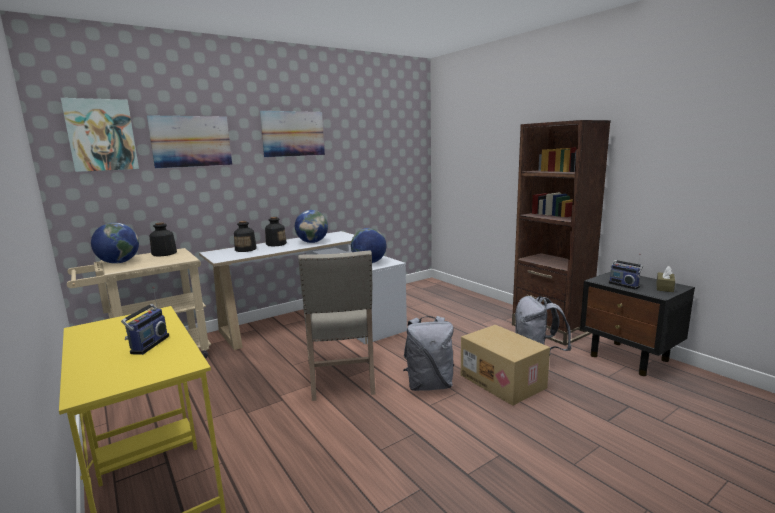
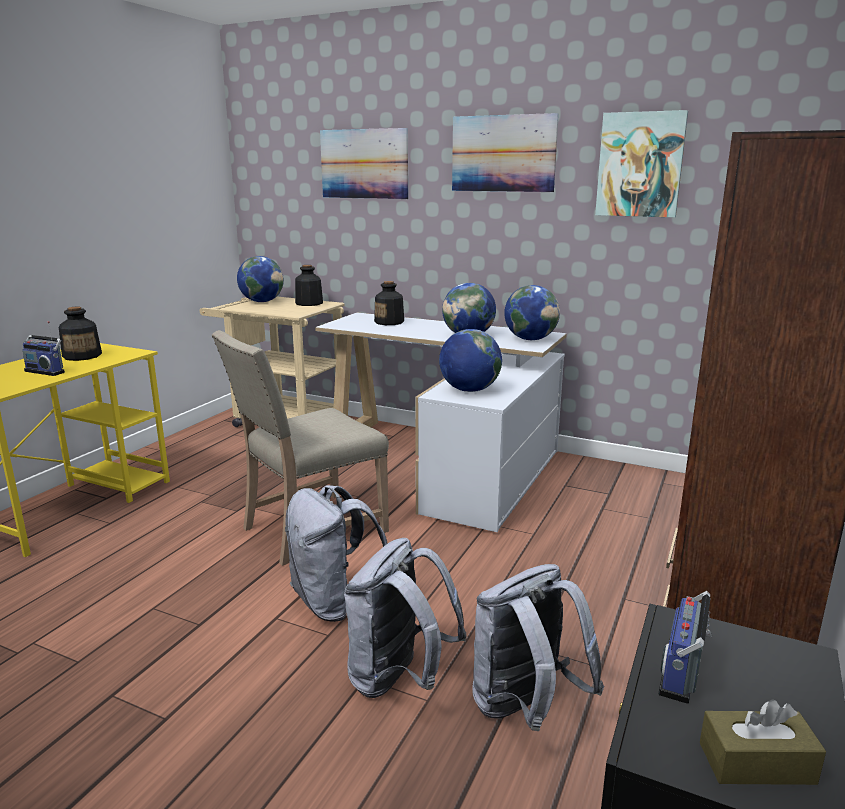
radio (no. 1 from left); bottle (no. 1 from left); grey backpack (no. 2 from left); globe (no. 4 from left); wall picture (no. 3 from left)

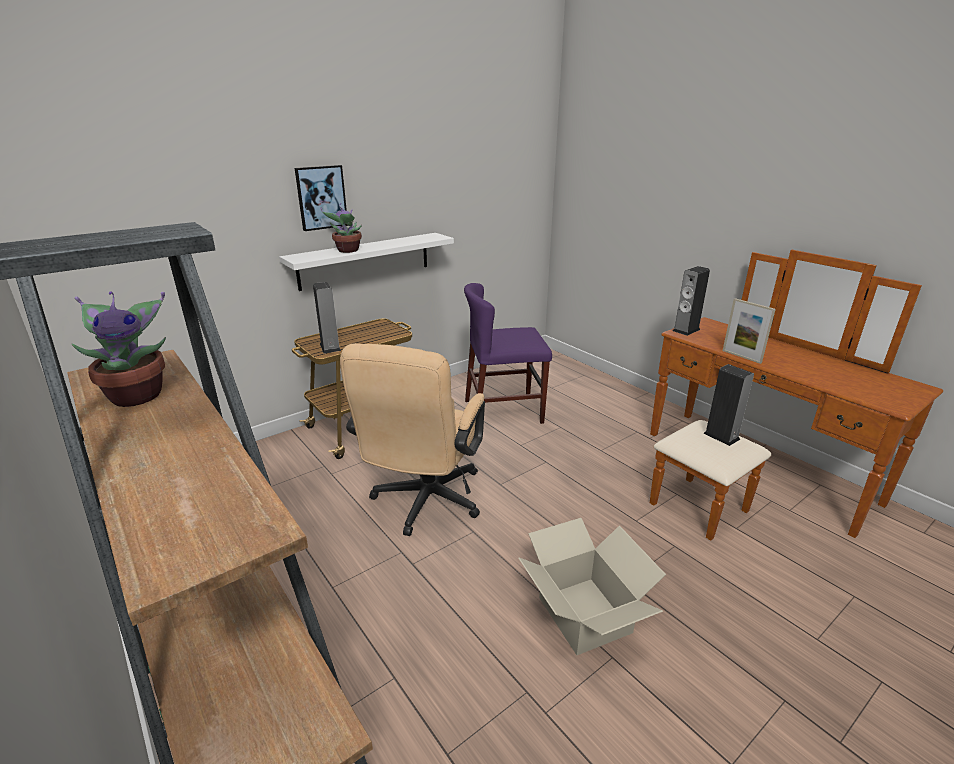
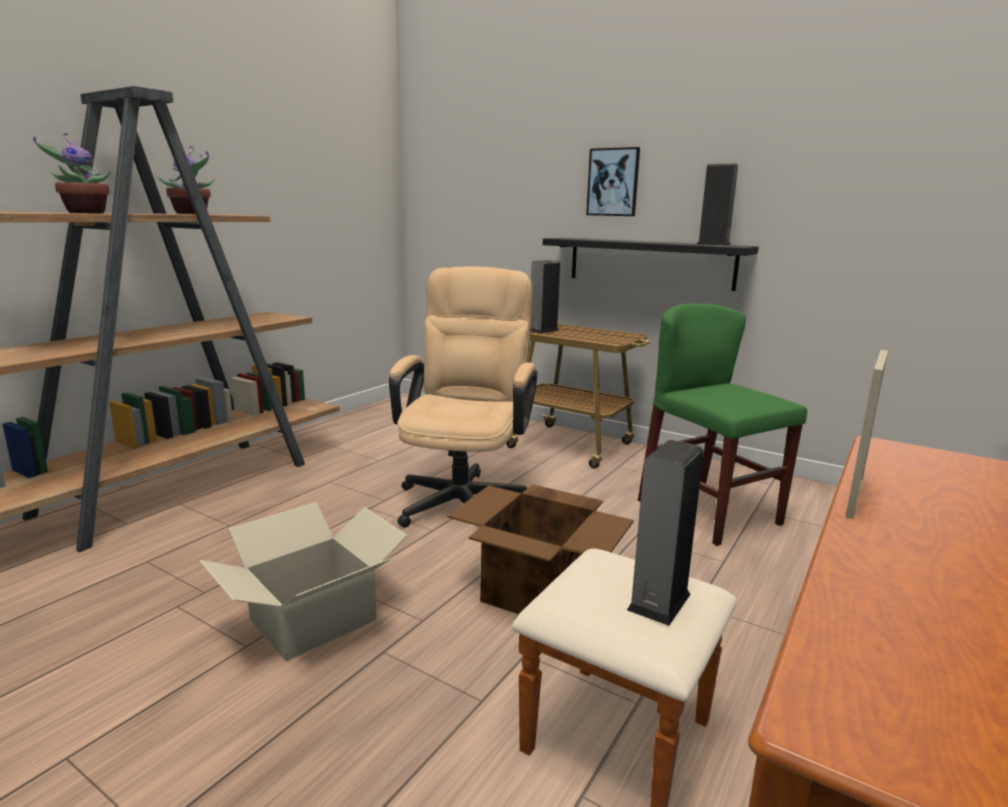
plant in a pot (no. 1 from left); sand-coloured office chair; carton (no. 2 from left); black-coloured shelf; greenish chair; audio speaker (no. 3 from left)

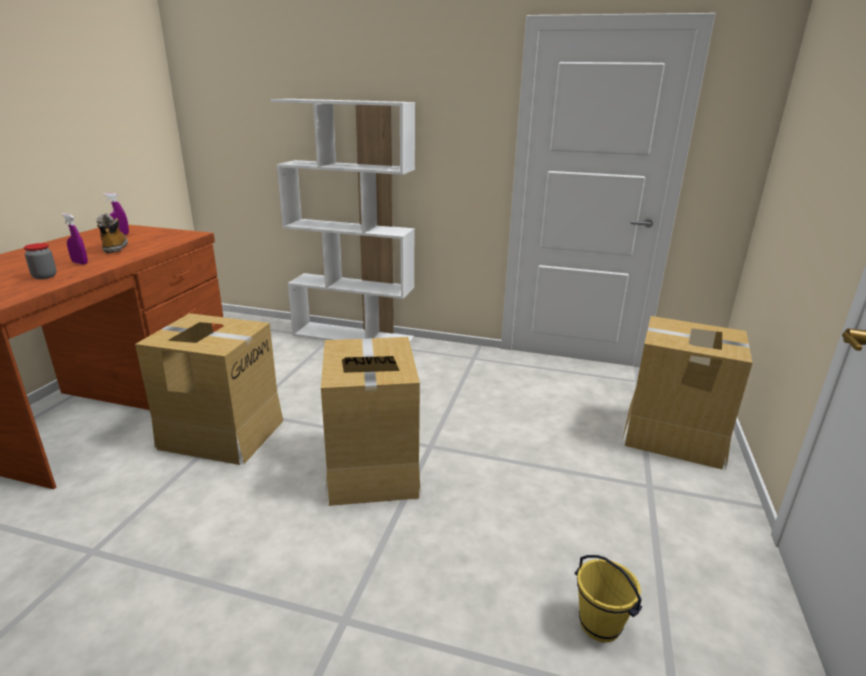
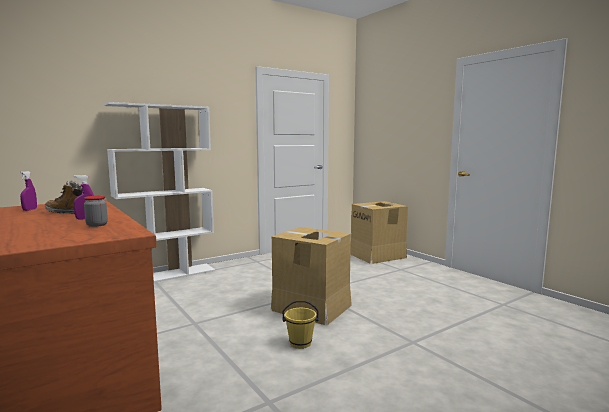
yellow-coloured water bucket; carton (no. 1 from left in the first image)

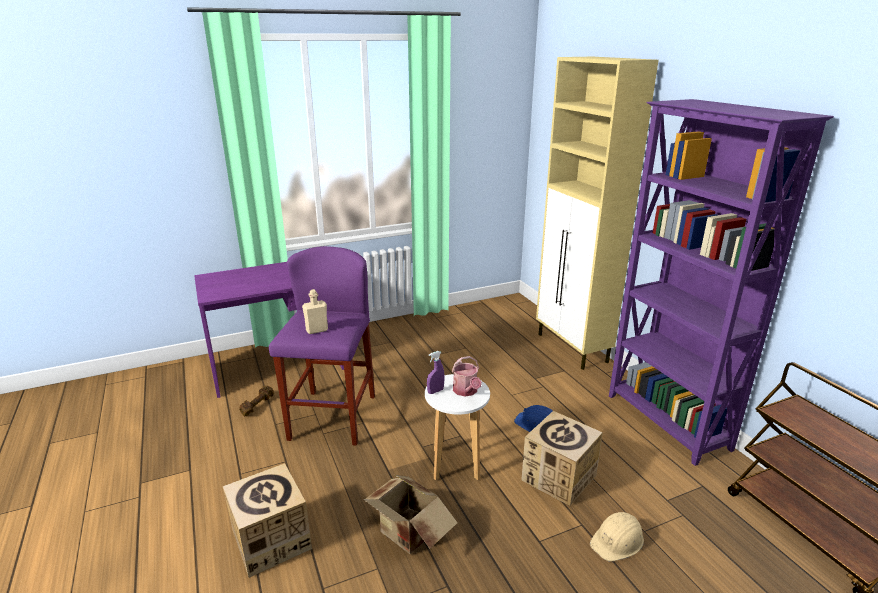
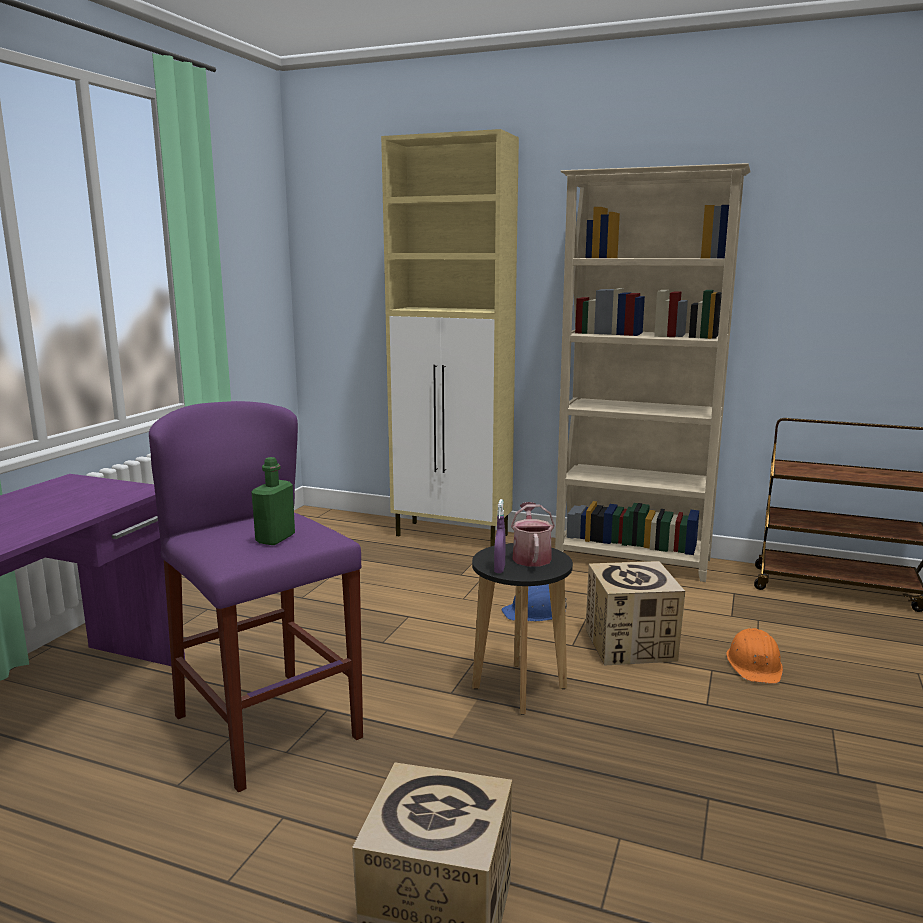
greenish bottle; black-coloured stool seat; sprinkling can; sand-coloured shelving unit; orange work helmet; brown-coloured hand weight; carton (no. 2 from left in the first image)

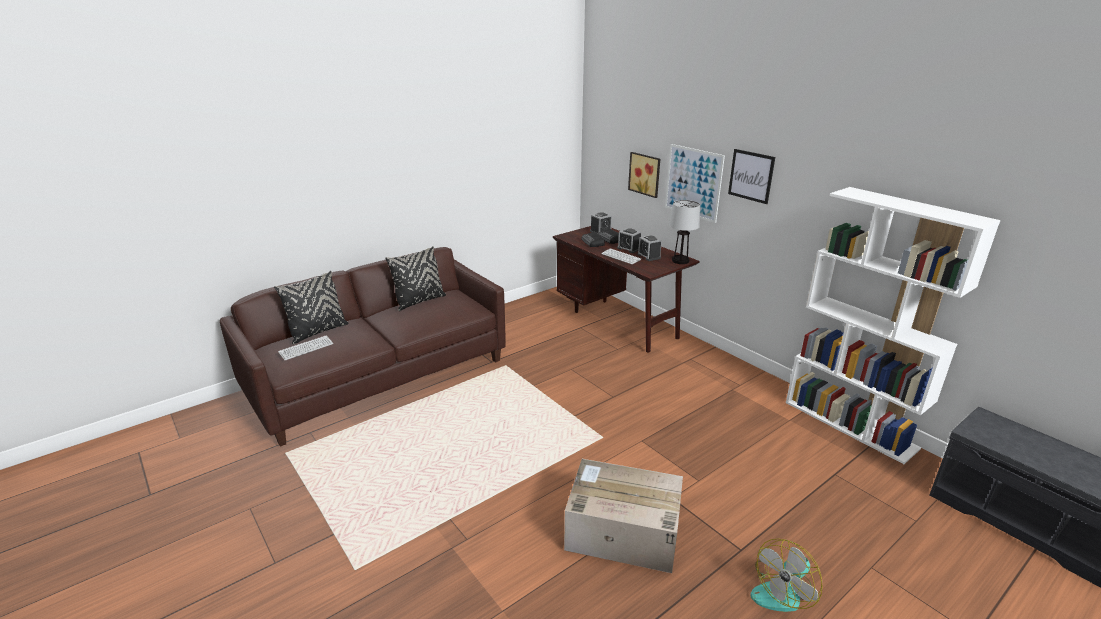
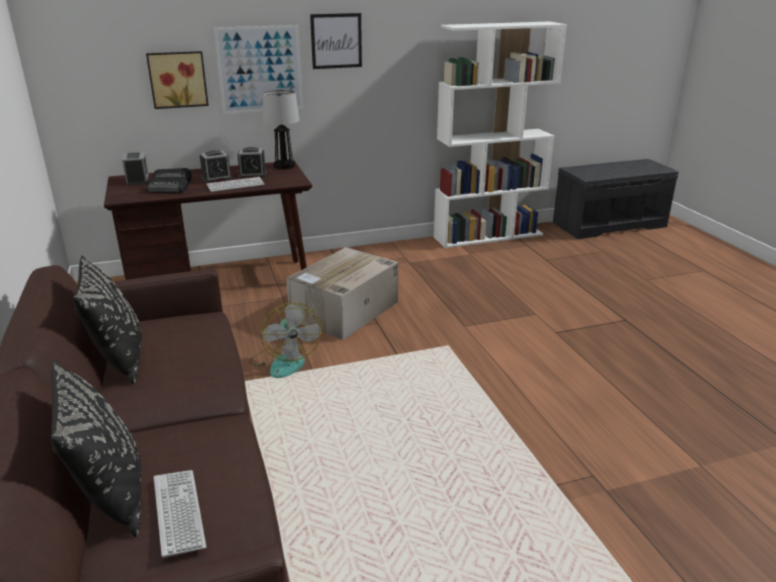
electric fan; carton

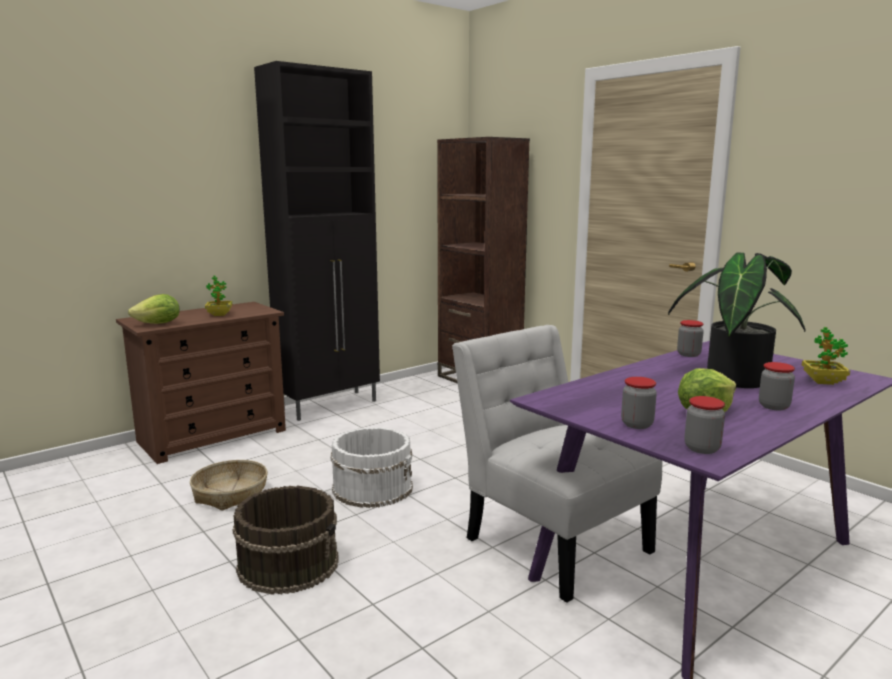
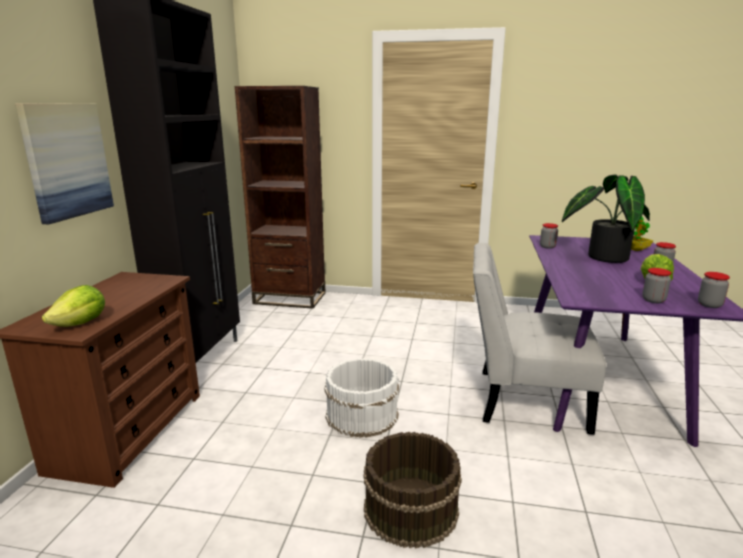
wall picture; basket; plant in a pot (no. 1 from left in the first image)

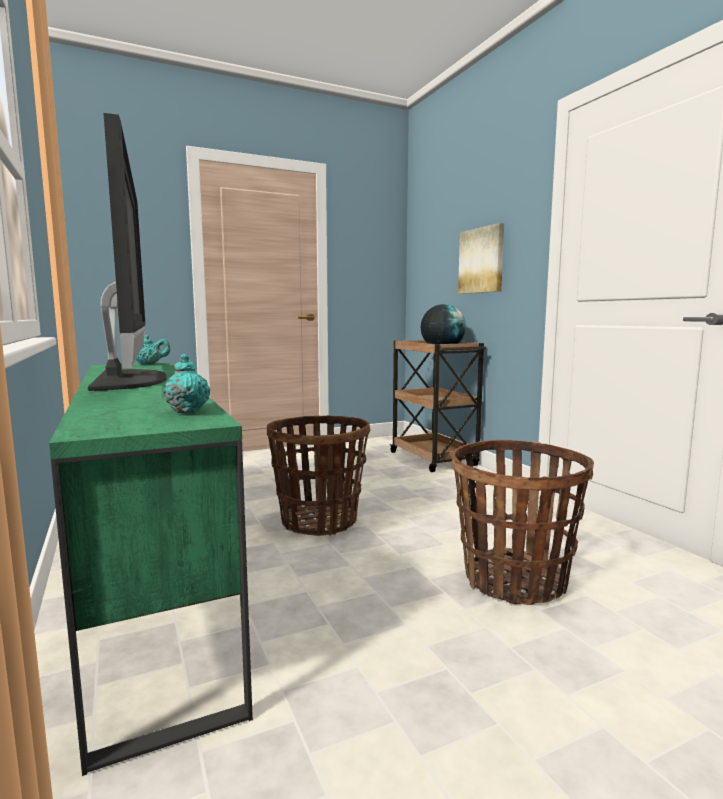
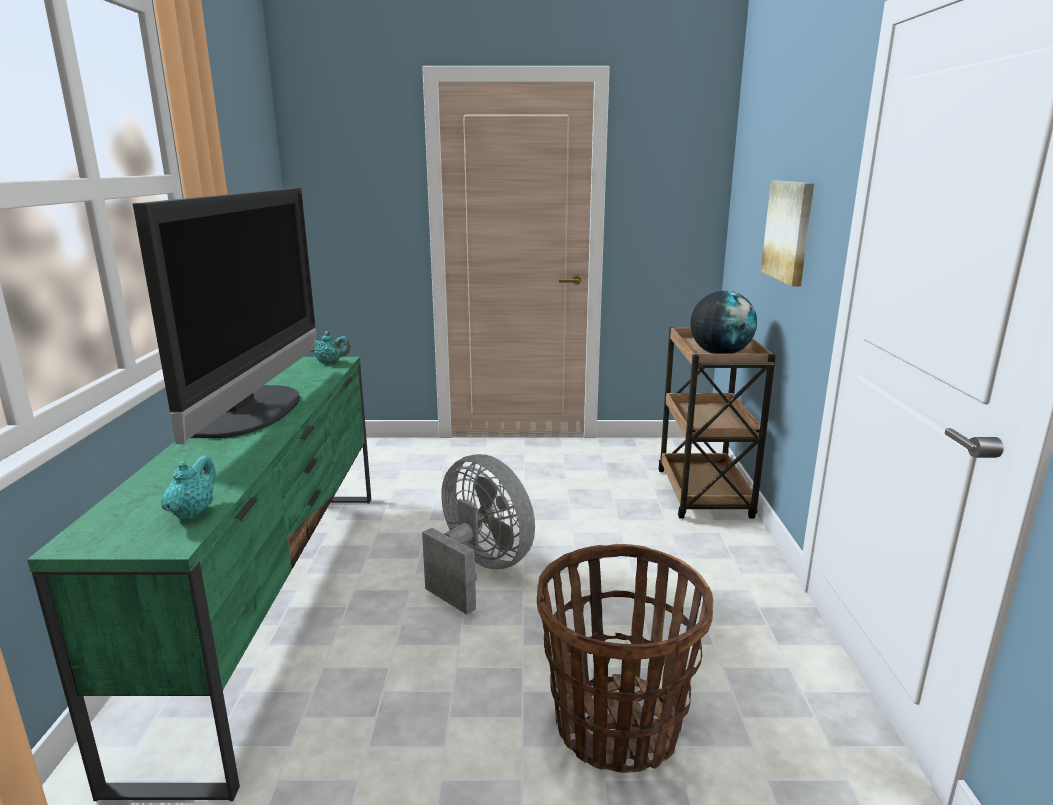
grey electric fan

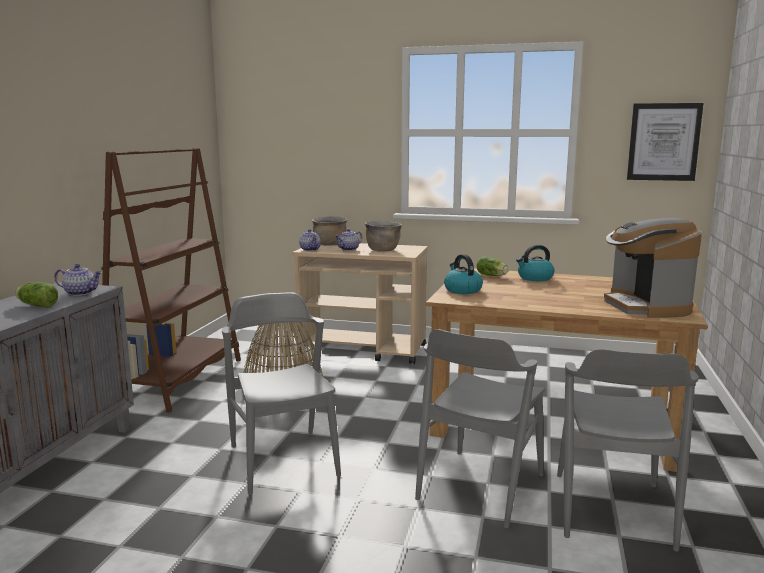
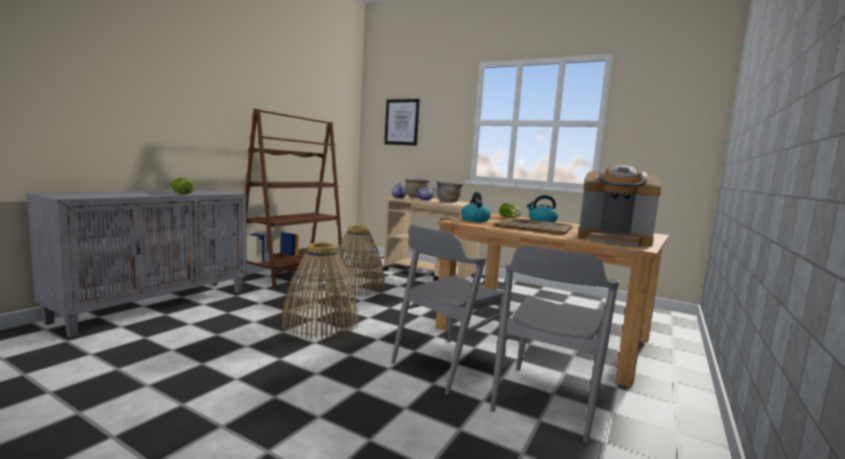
basket (no. 1 from left); wall picture; tray; coffee brewer; tea pot (no. 1 from left in the first image)

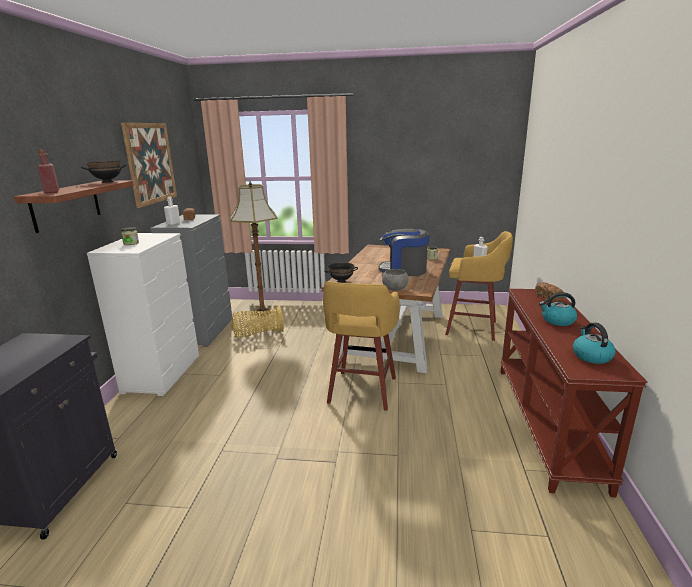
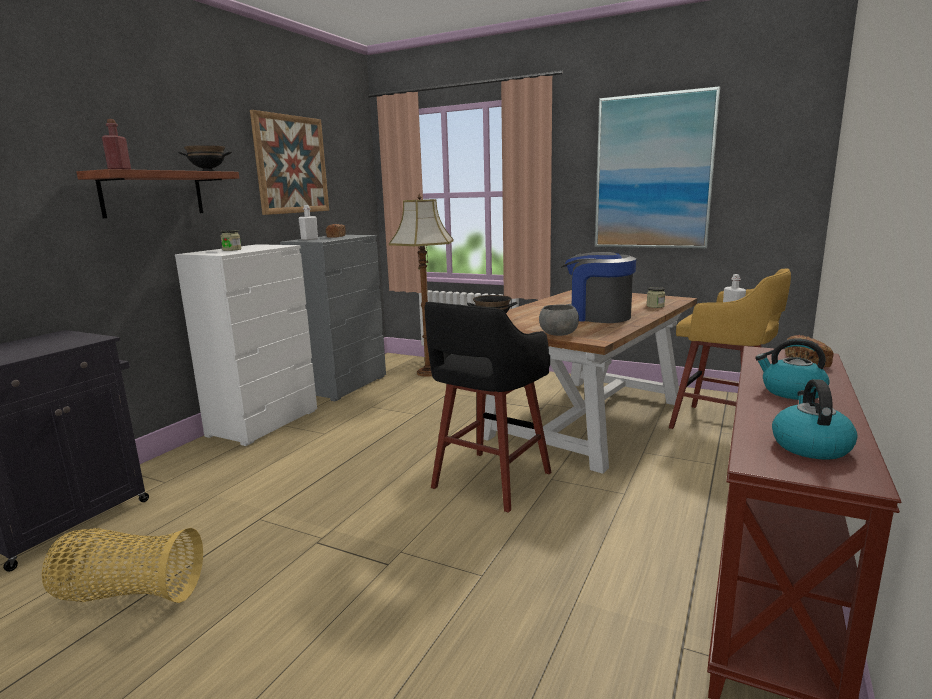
basket; black-coloured stool seat; wall picture (no. 2 from left)

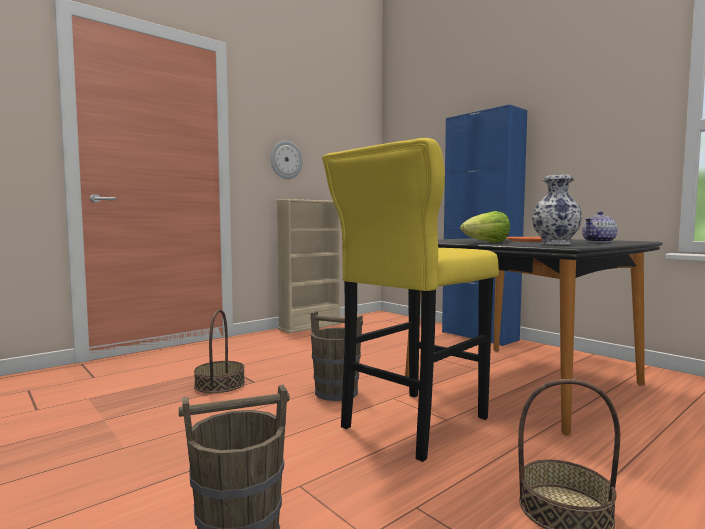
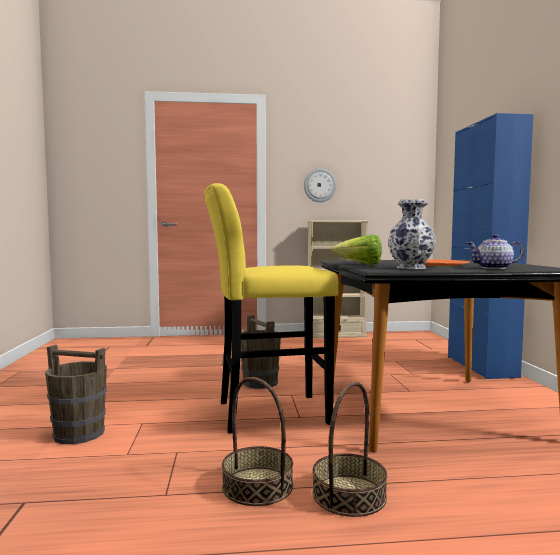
basket (no. 2 from left)

